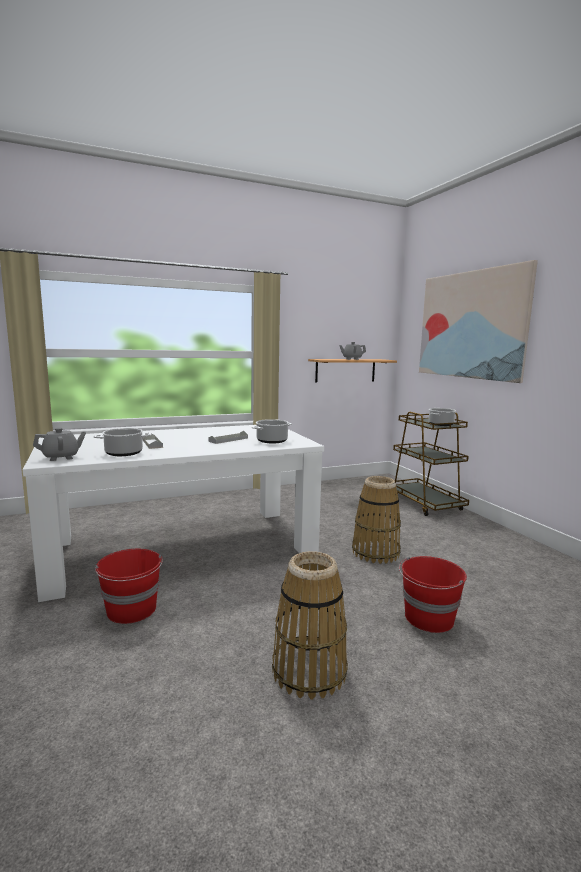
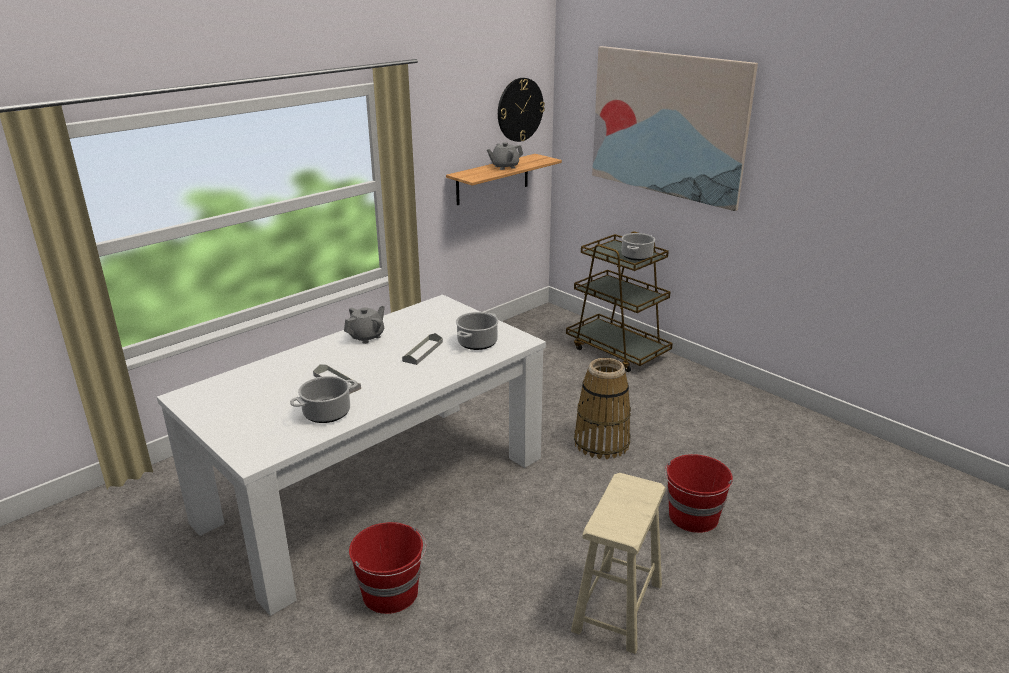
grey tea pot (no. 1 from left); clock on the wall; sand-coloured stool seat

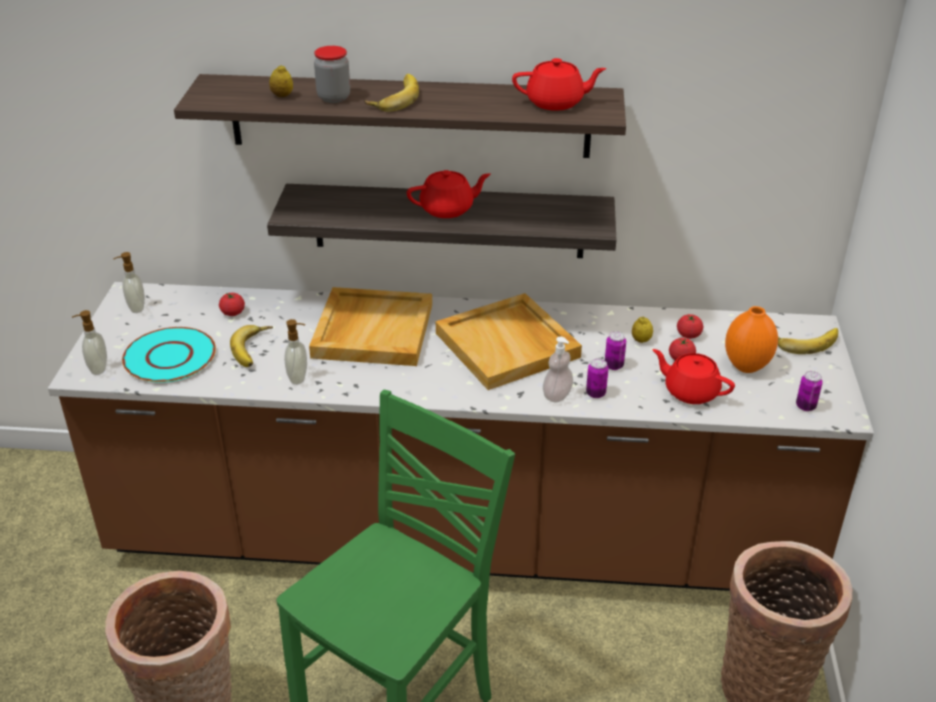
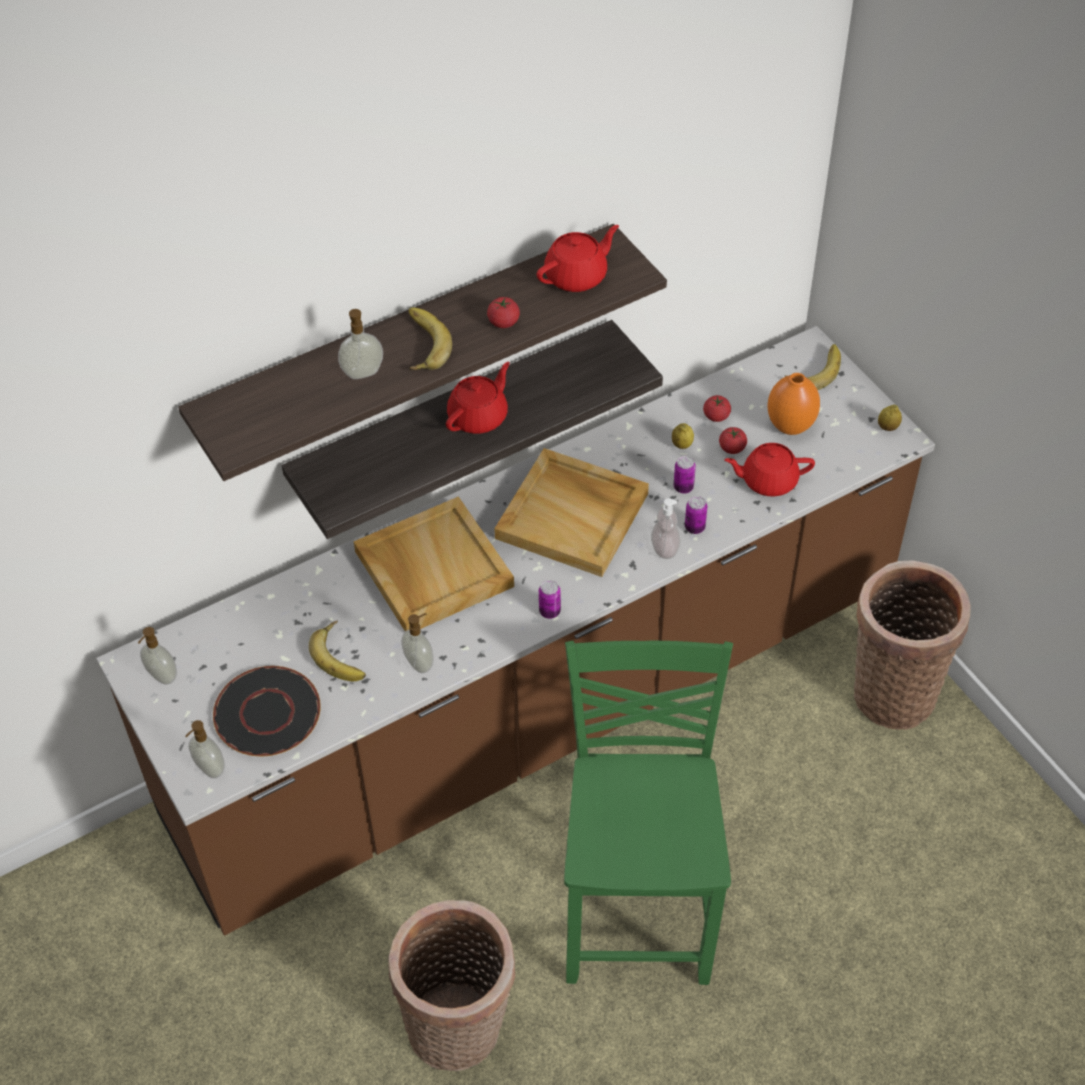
black-coloured plate; soap bottle (no. 3 from left); tomato (no. 1 from left); sealed can (no. 1 from left); lemon (no. 2 from left)

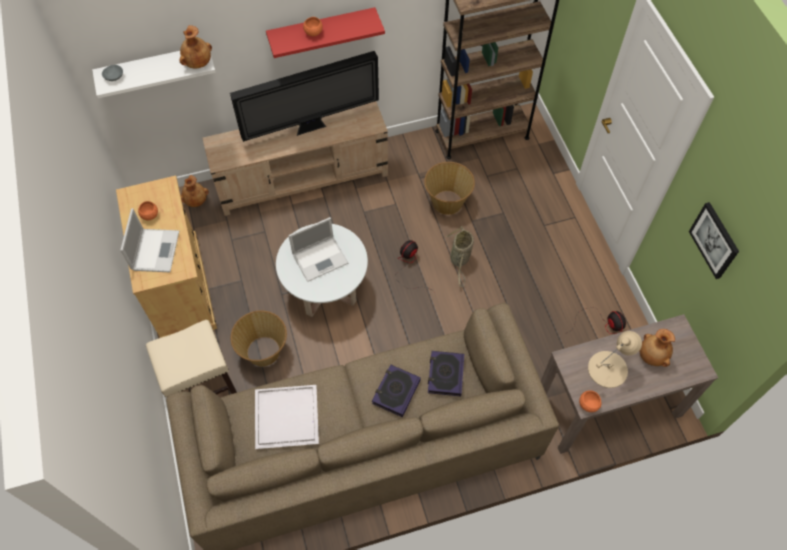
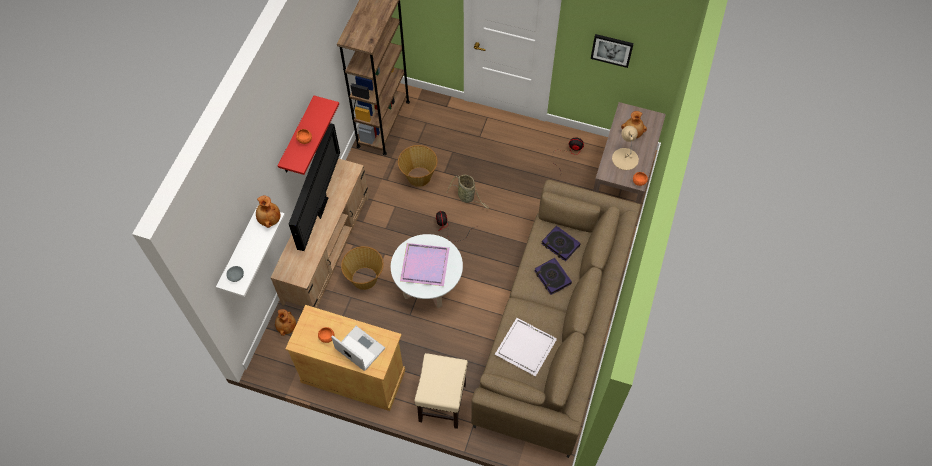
basket (no. 1 from left); purplish tray

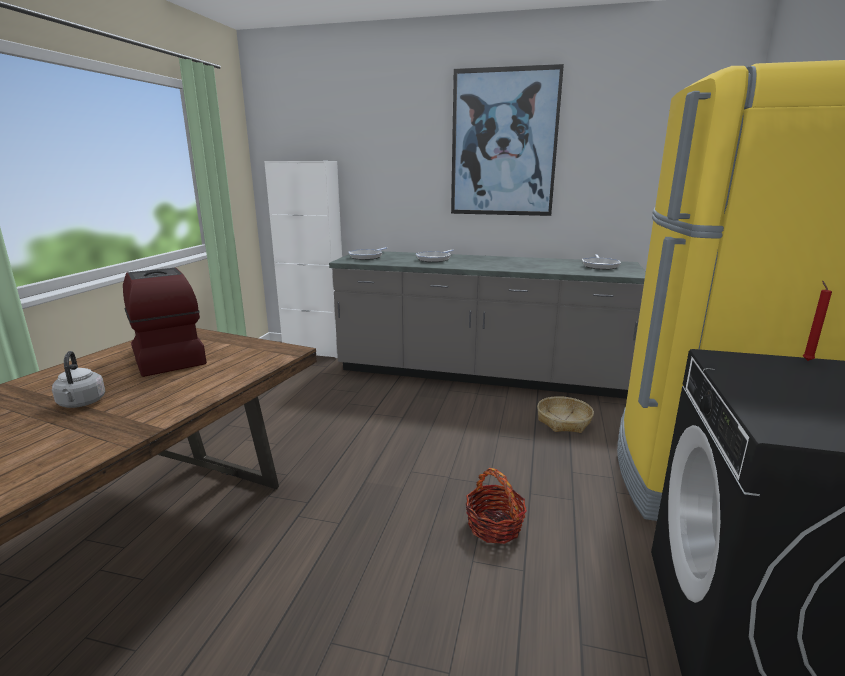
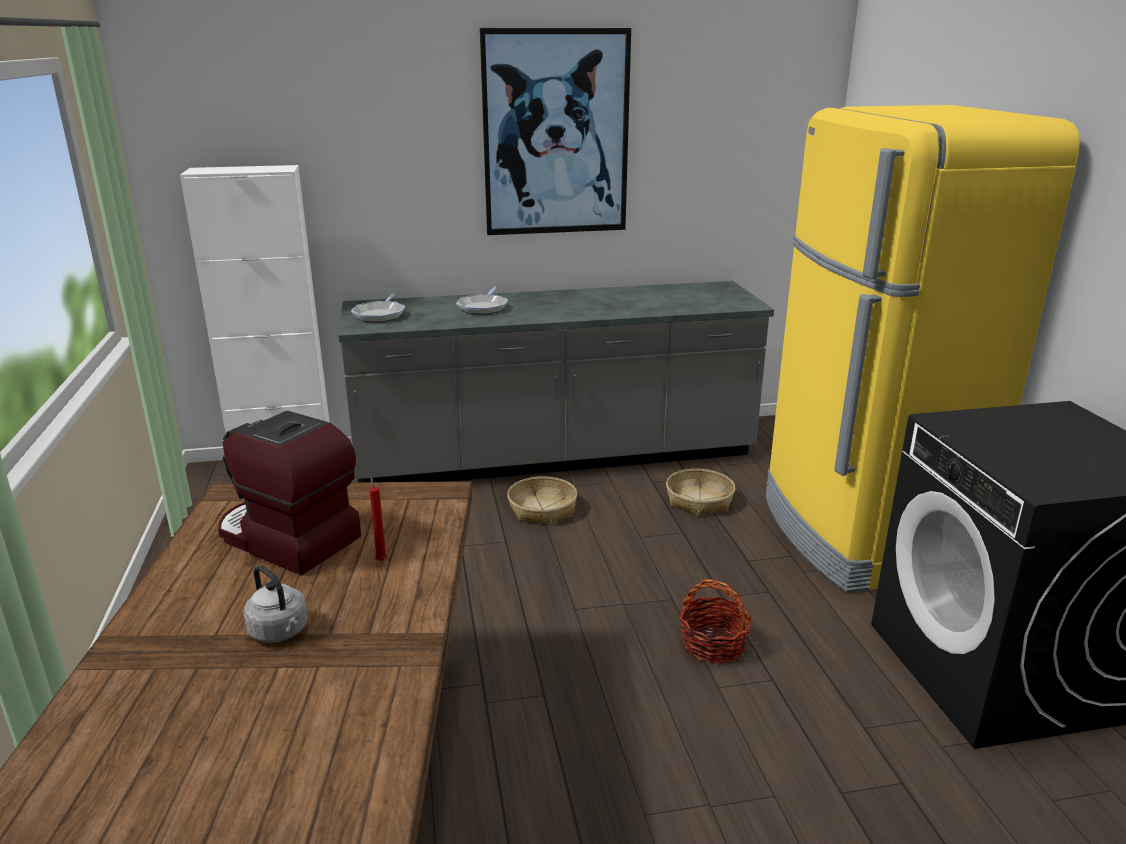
red-coloured wax candle; basket (no. 1 from left); pan (no. 3 from left in the first image)

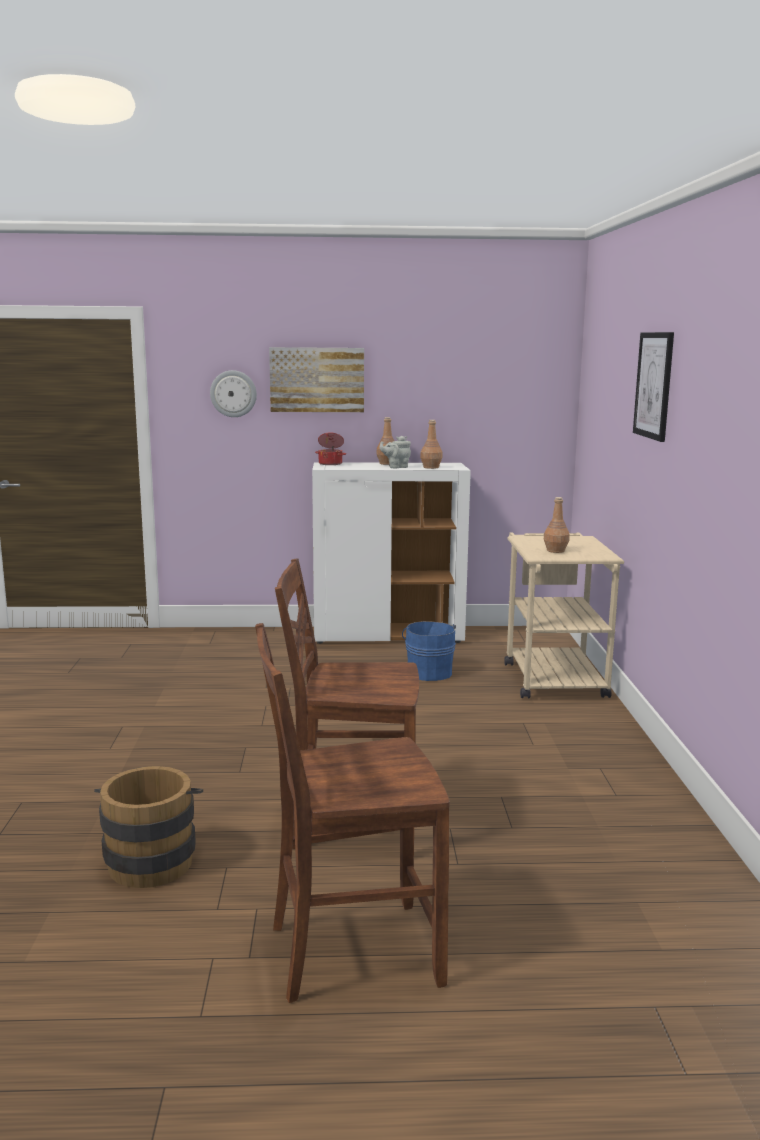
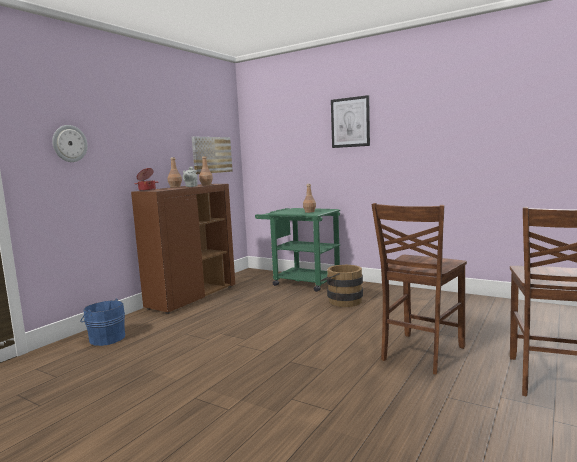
blue-coloured water bucket; brown-coloured storage cabinet; wall picture (no. 1 from left); greenish wheeled cart; brown-coloured water bucket

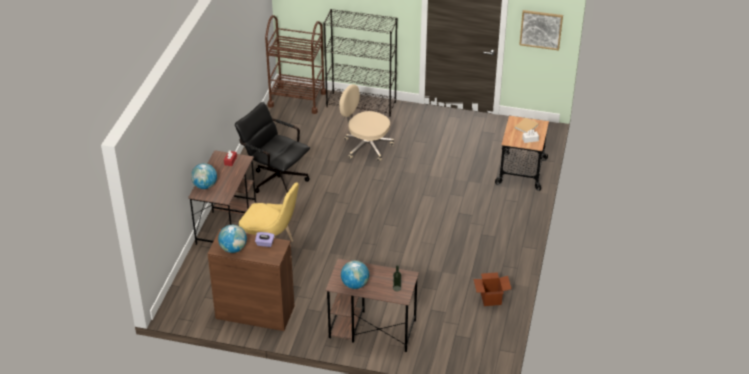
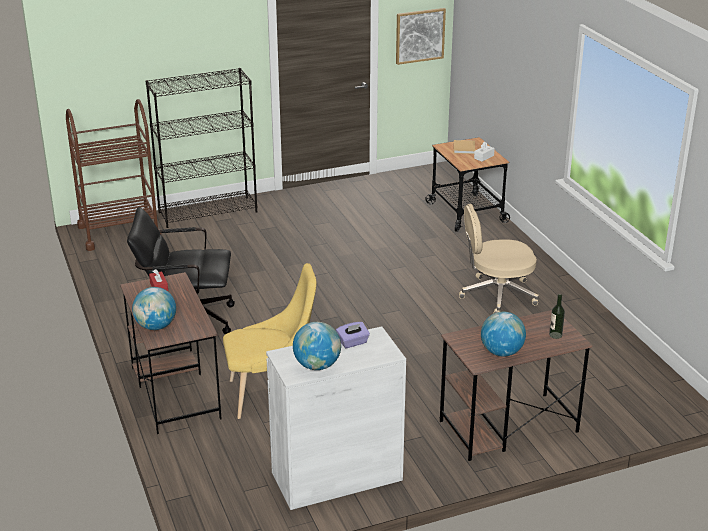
white-coloured storage cabinet; sand-coloured office chair; carton

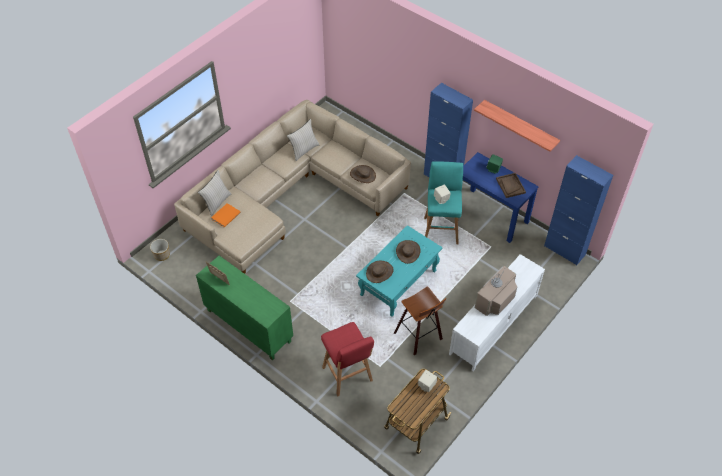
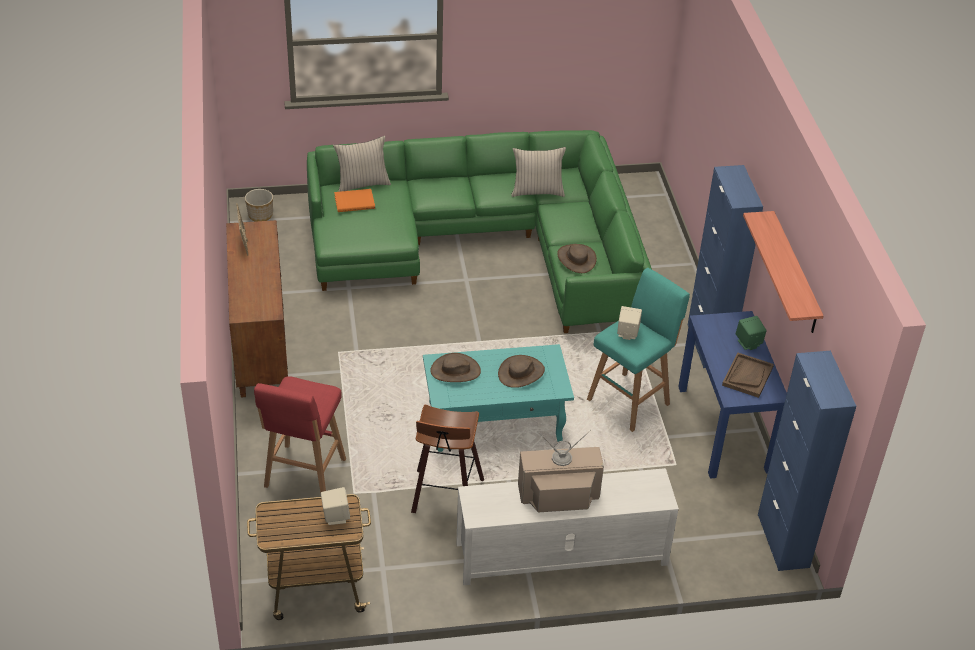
brown-coloured storage cabinet; greenish sofa

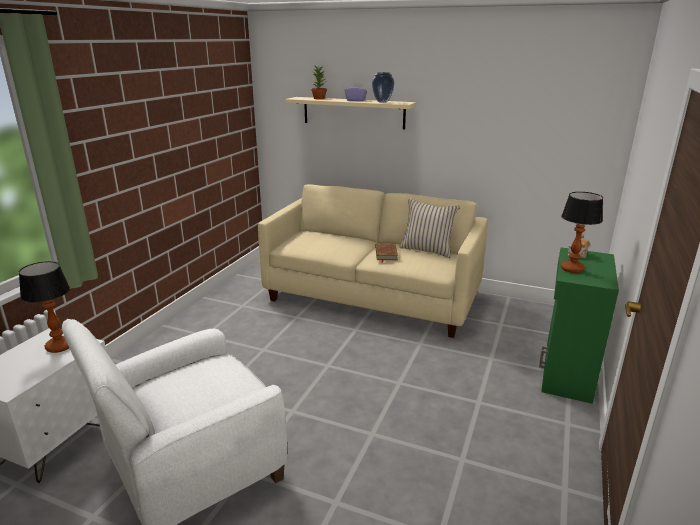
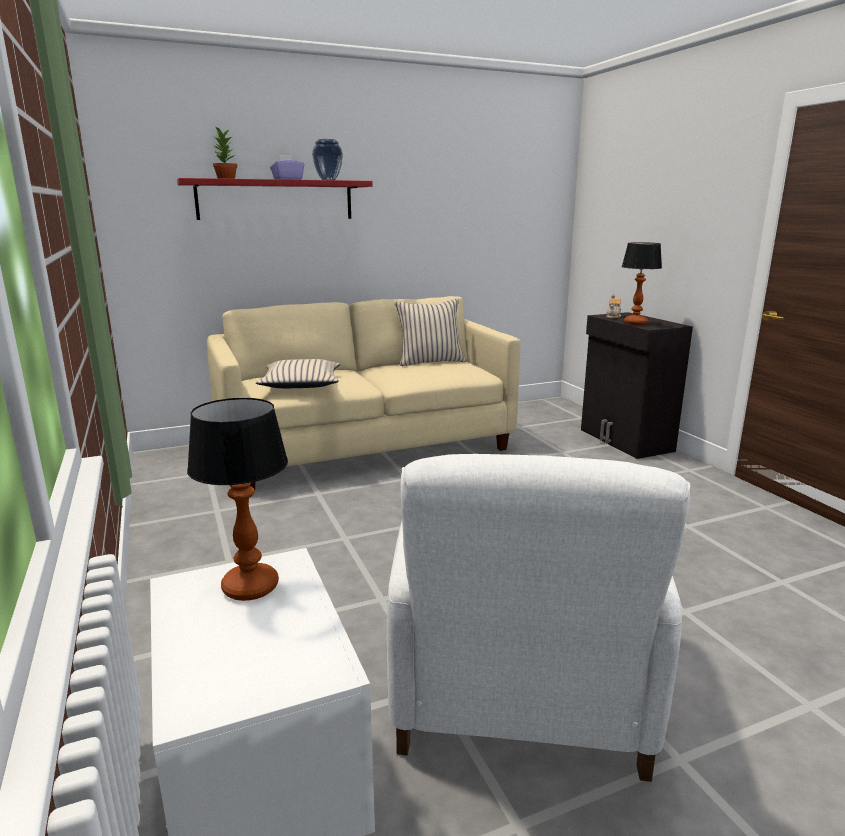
red-coloured shelf; sand-coloured cushion (no. 1 from left); black-coloured storage cabinet; brown-coloured book

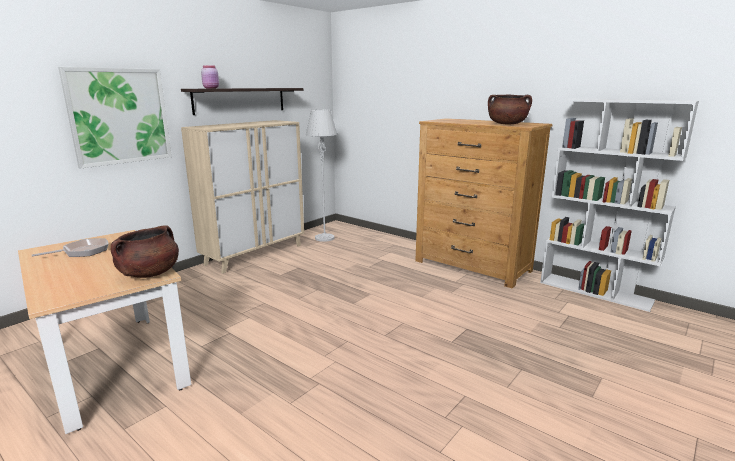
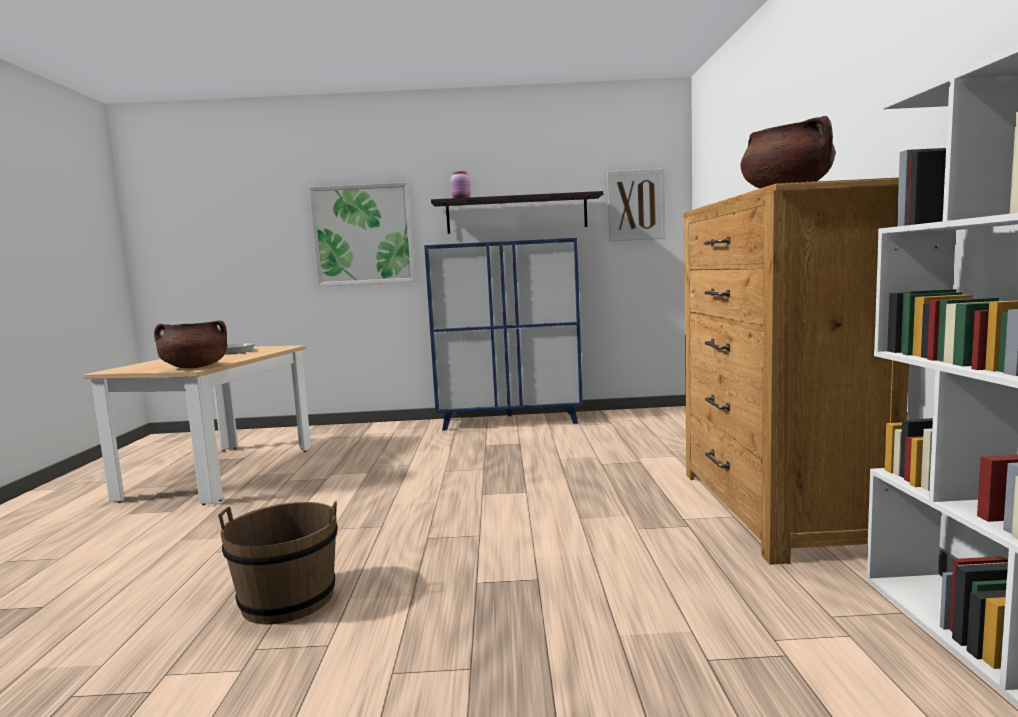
brown-coloured water bucket; blue-coloured storage cabinet; wall picture (no. 2 from left); grey floor lamp

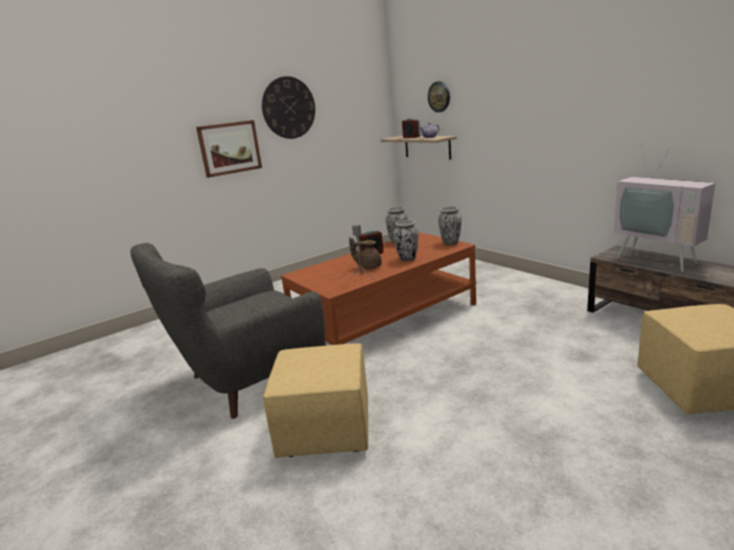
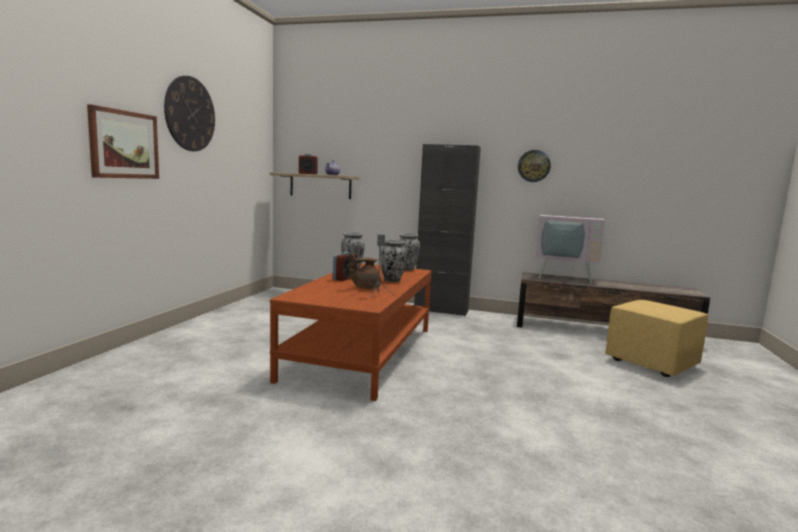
black-coloured storage cabinet; clock on the wall (no. 2 from left); grey easy chair; yellow-coloured ottoman (no. 1 from left in the first image)

